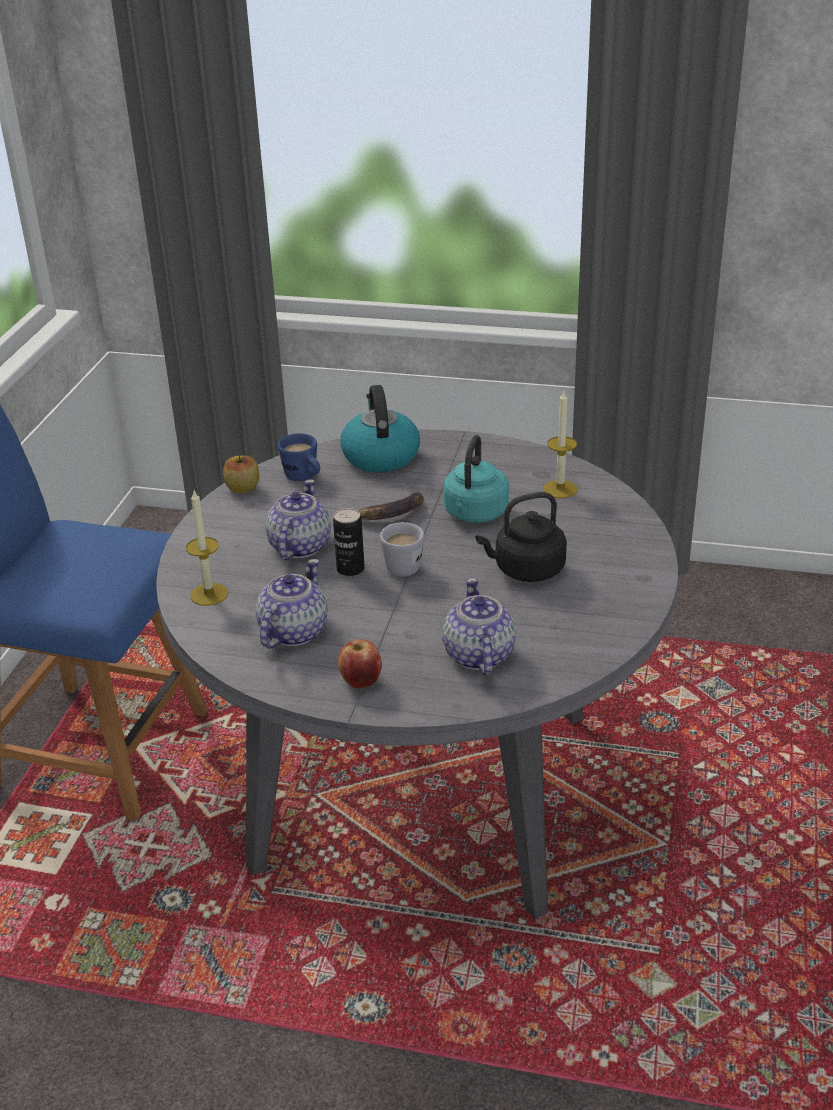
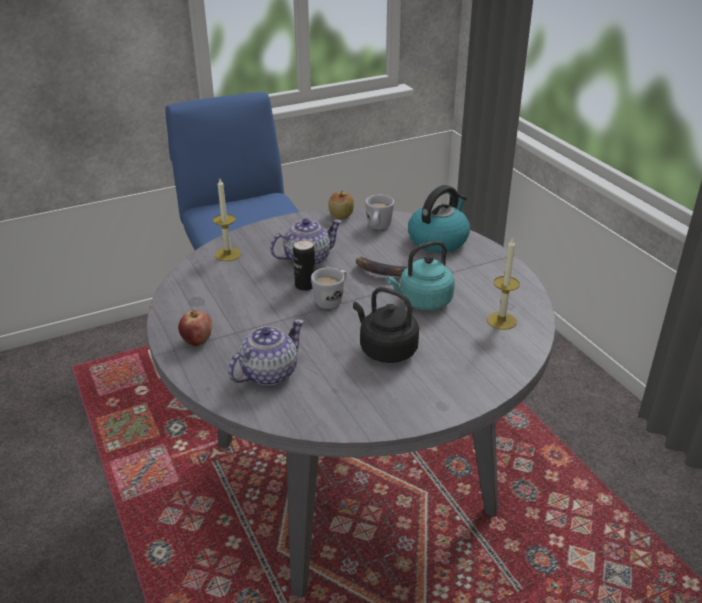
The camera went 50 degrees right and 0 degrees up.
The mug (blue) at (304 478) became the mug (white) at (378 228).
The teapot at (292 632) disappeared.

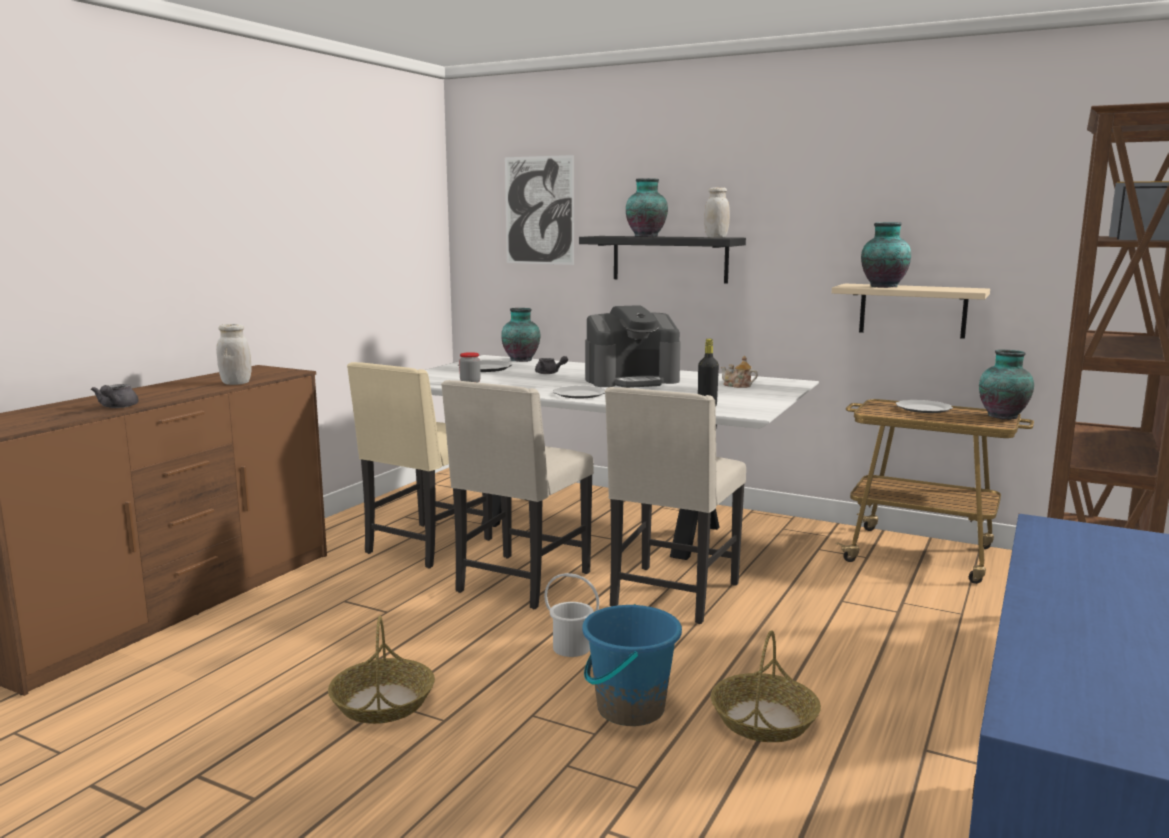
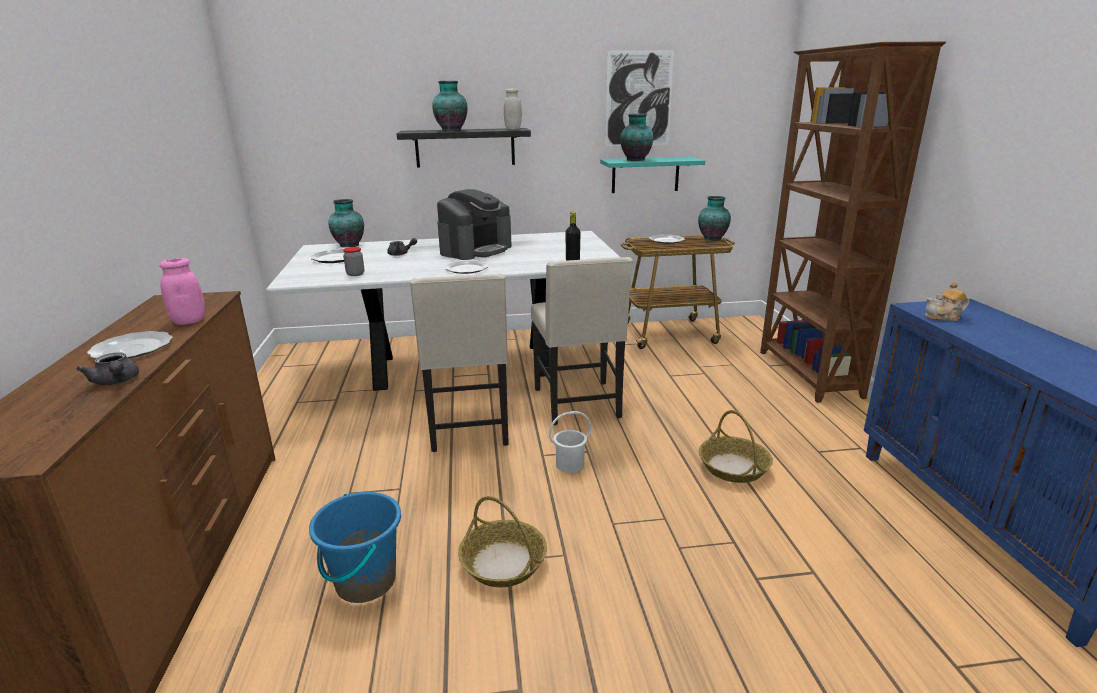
The camera went 35 degrees left and 10 degrees up.
The plate at (132 349) appeared.
The jar (white) at (236 383) became the jar (pink) at (189 321).
The bucket (blue) moved from (630 708) to (365 582).
The shelf (beige) at (912 310) became the shelf (turquoise) at (645 174).
The picture moved from (539 210) to (638 99).
The teapot moved from (737 386) to (944 317).
The chair (beige) at (426 547) disappeared.

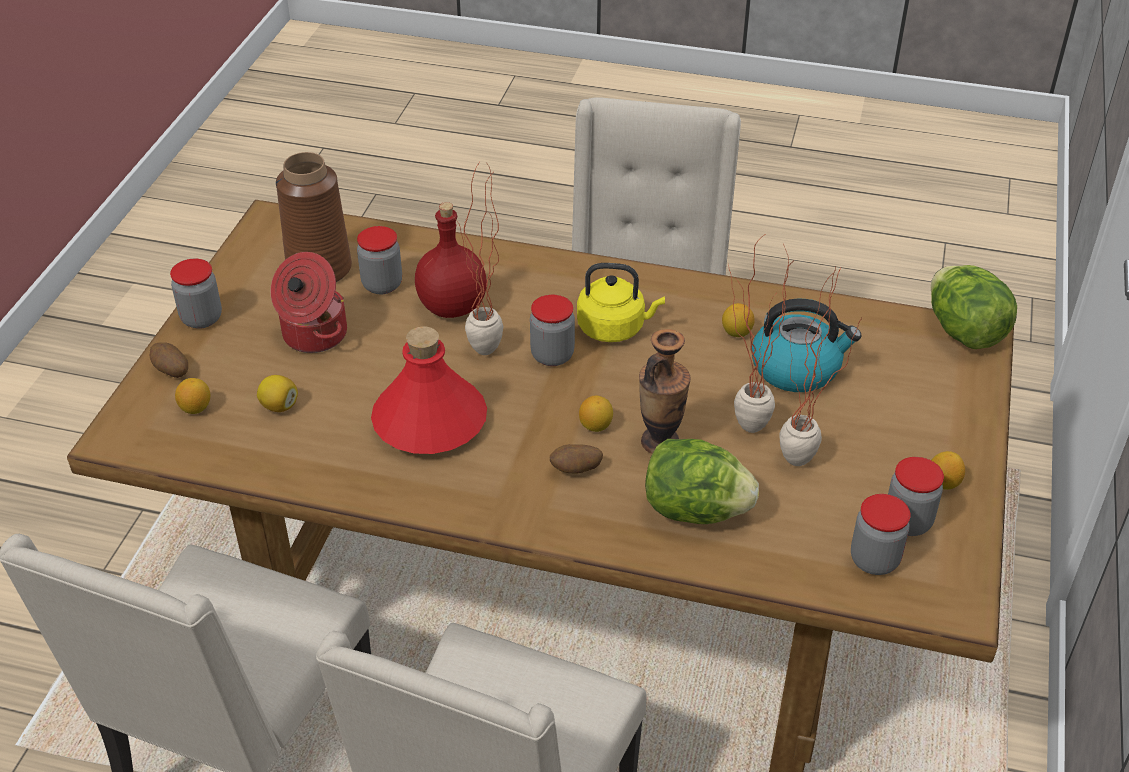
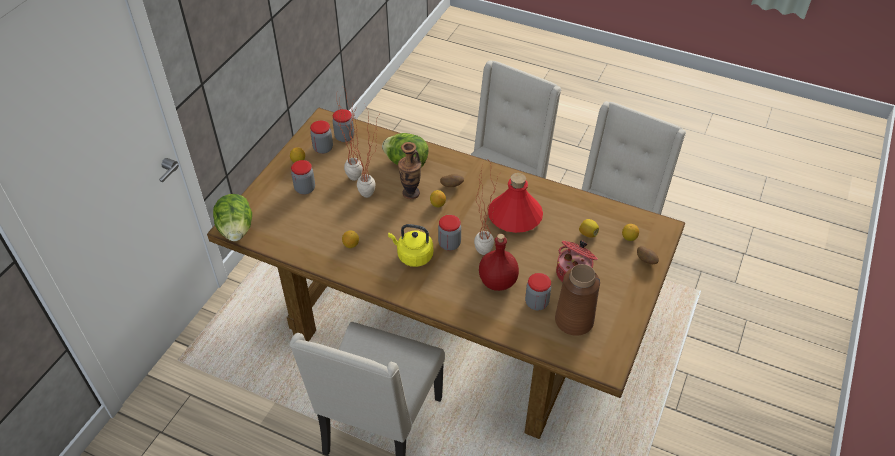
The camera went 170 degrees left and 5 degrees up.
The jar moved from (201 318) to (305 189).
The kettle at (797 368) disappeared.

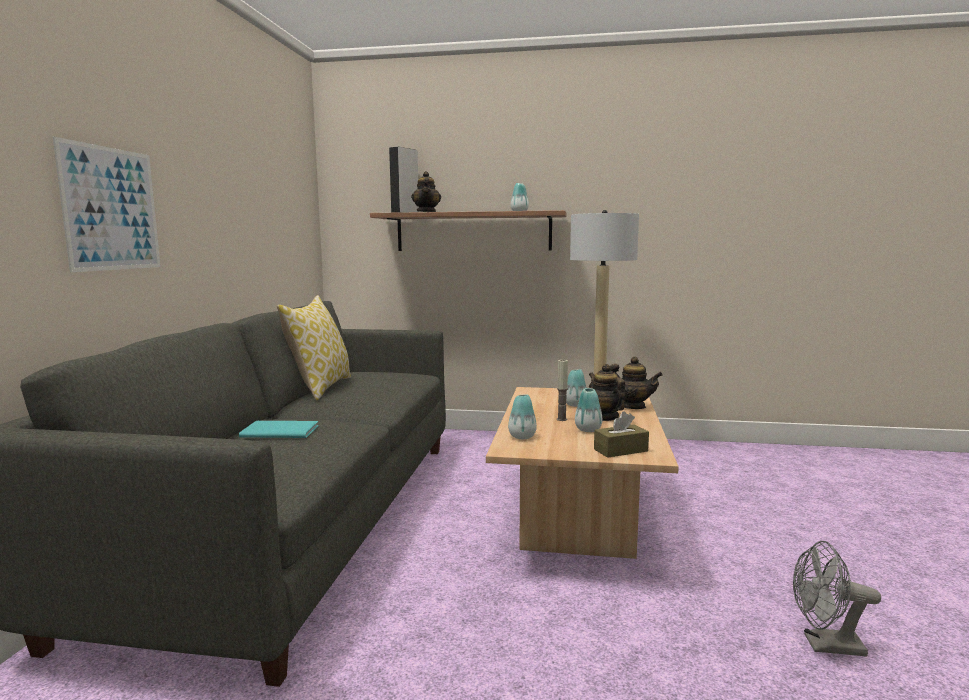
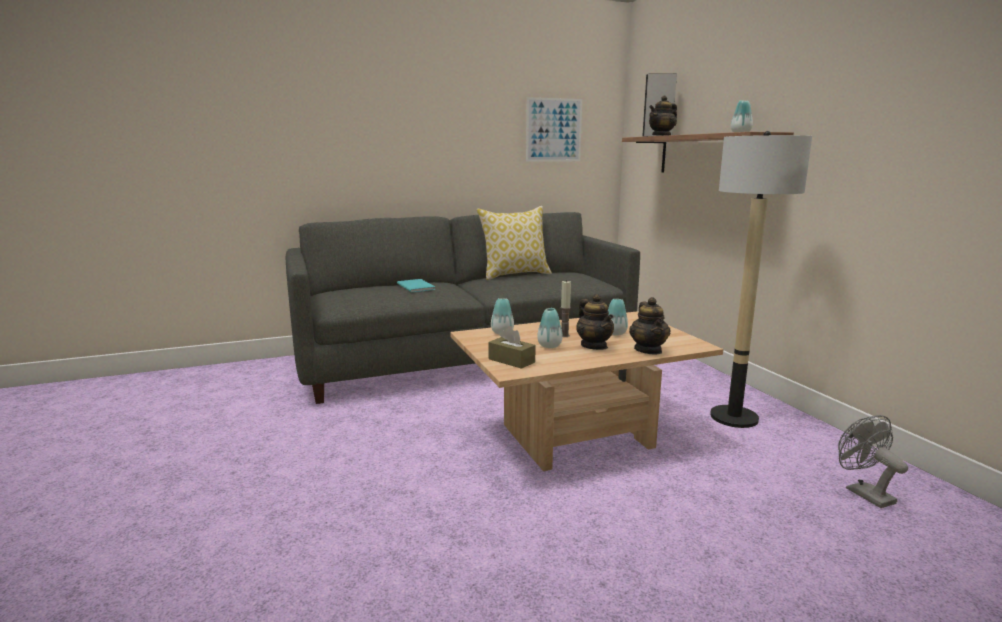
The camera went 60 degrees right and 5 degrees up.
The picture moved from (111 209) to (554 130).
The teapot at (604 417) turned 120 degrees clockwise.
The fan (grey) moved from (825 645) to (863 493).

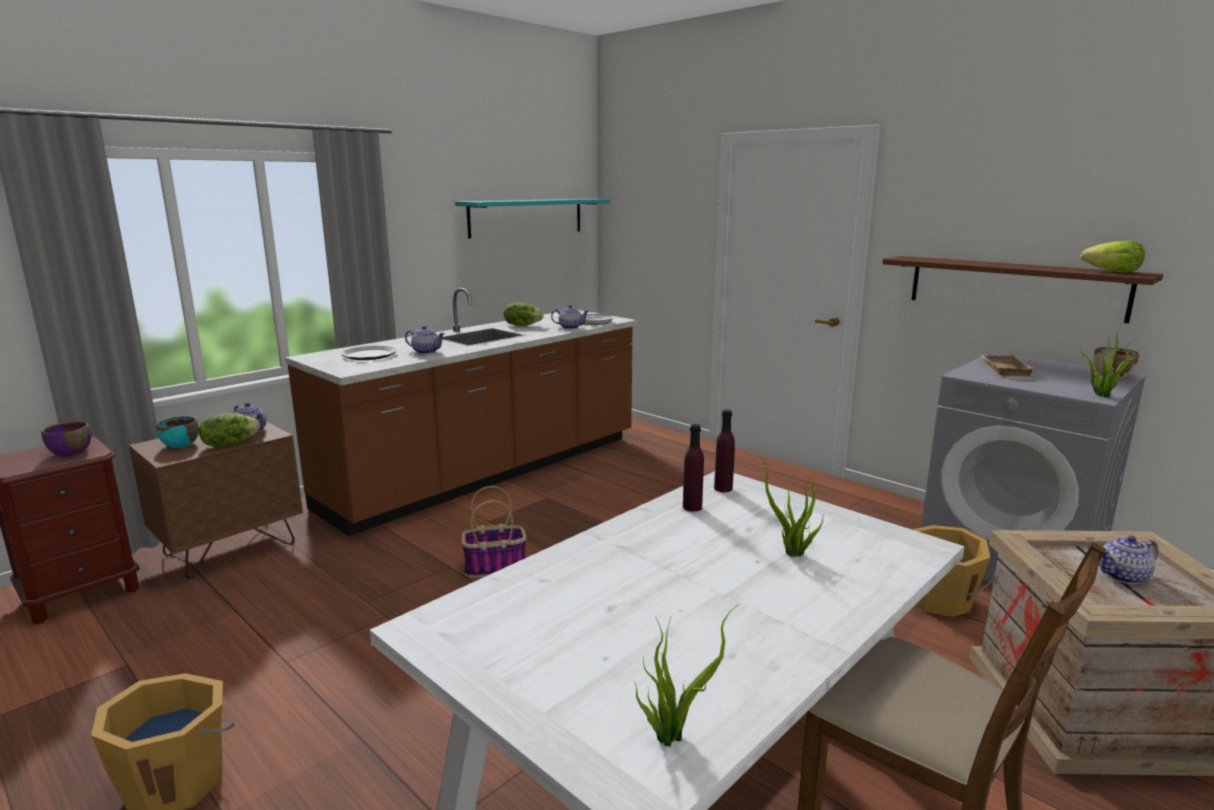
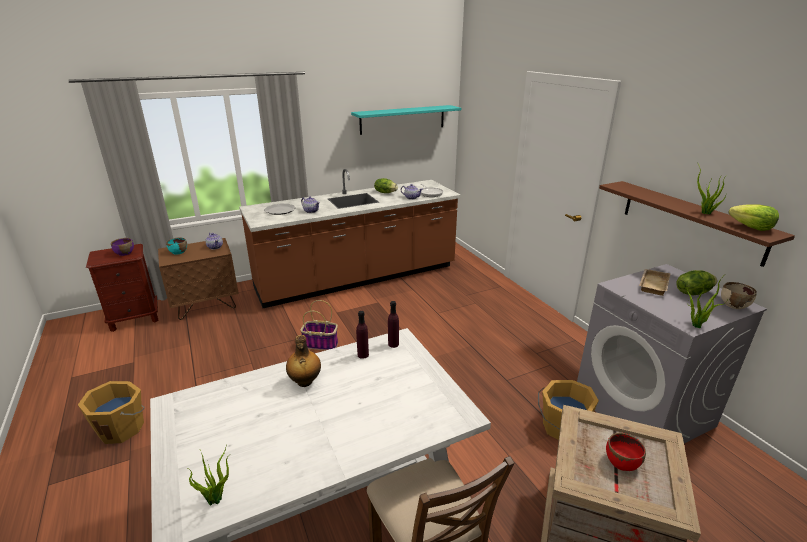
The camera went 20 degrees right and 10 degrees up.
The bottle at (305 382) appeared.
The teapot at (1124 576) was replaced by the bowl (red) at (621 463).
The lettuce moved from (229 444) to (693 292).
The potted plant moved from (792 554) to (704 213).

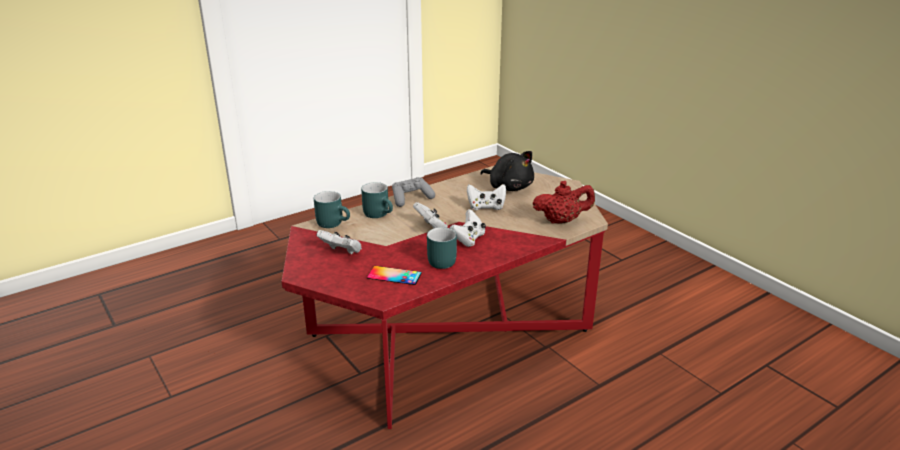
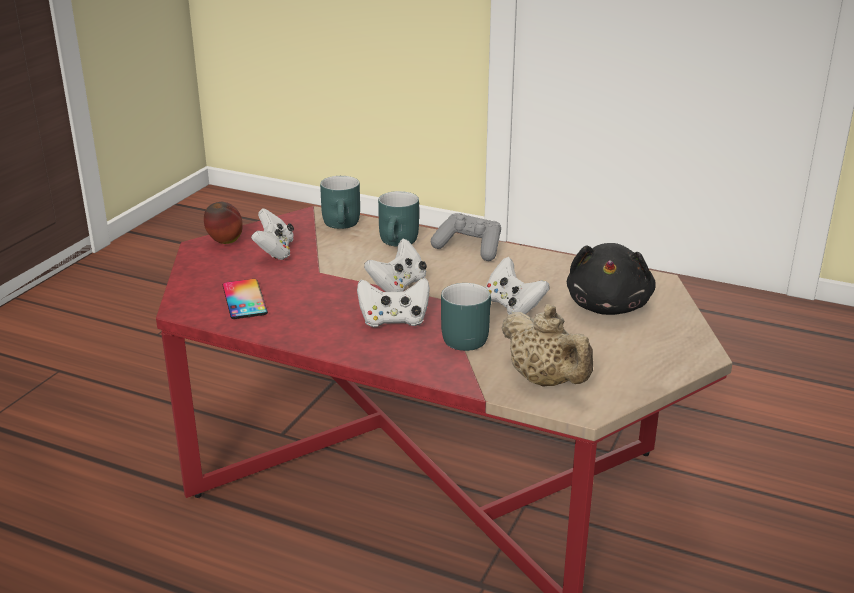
The camera went 60 degrees right and 0 degrees up.
The apple at (225 243) appeared.
The mug (turquoise) moved from (438 260) to (466 336).
The teapot (red) at (562 221) became the teapot (beige) at (545 381).

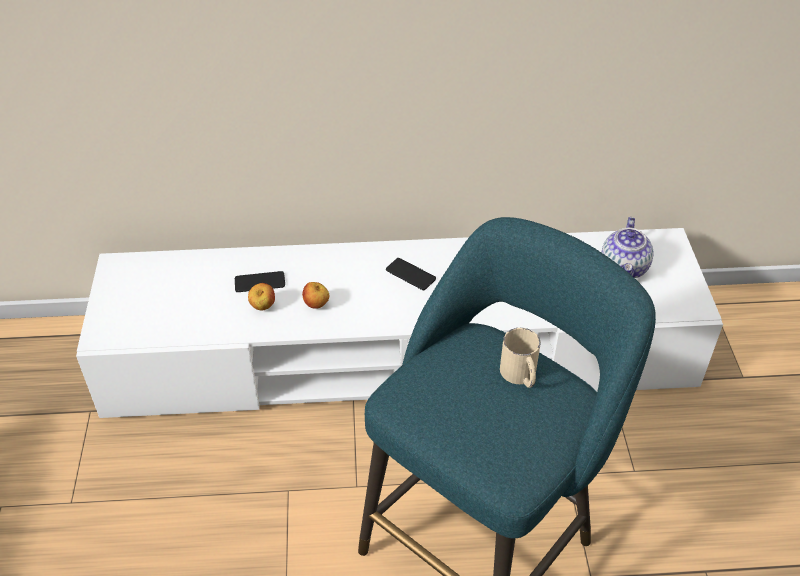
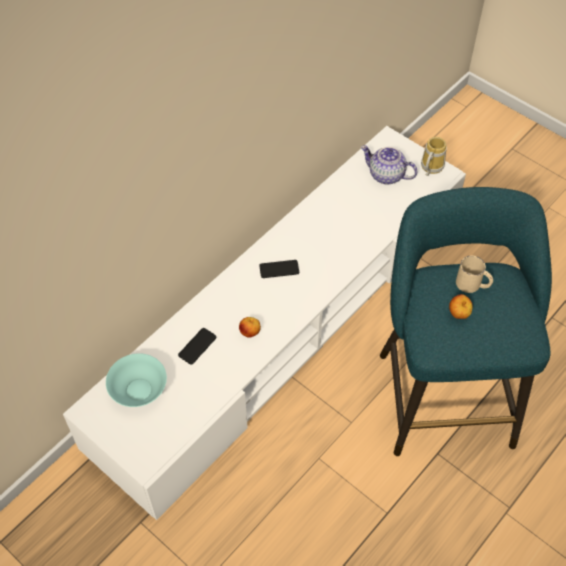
The camera went 45 degrees left and 10 degrees up.
The bowl (turquoise) at (139 390) appeared.
The teapot at (624 268) turned 150 degrees clockwise.
The mug at (429 168) appeared.
The apple moved from (263 307) to (458 314).

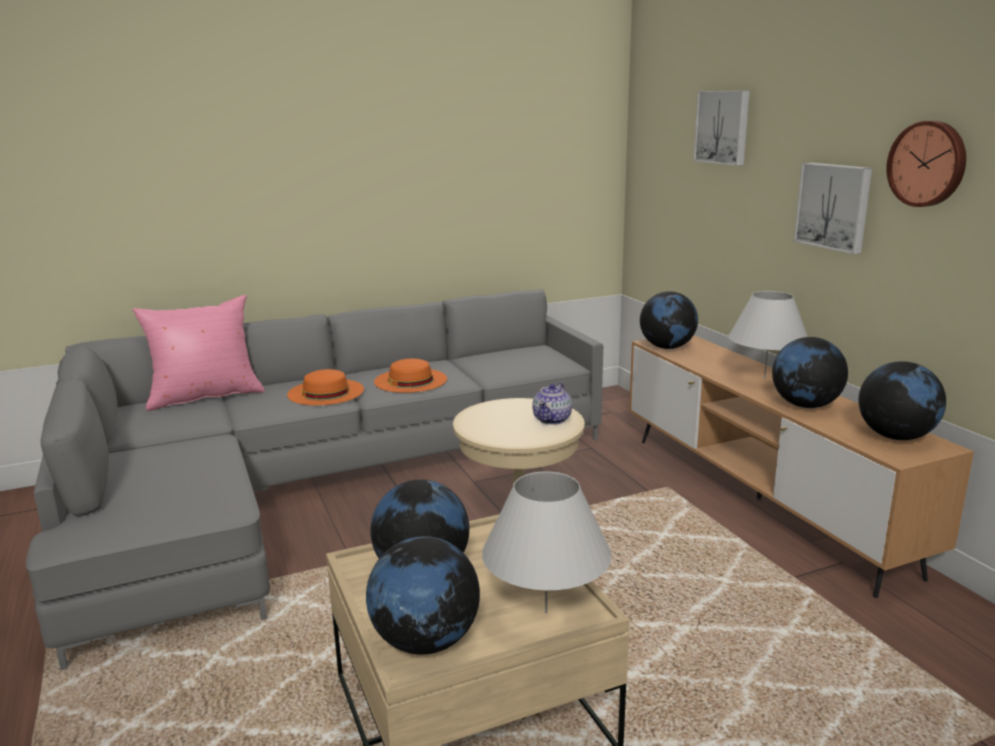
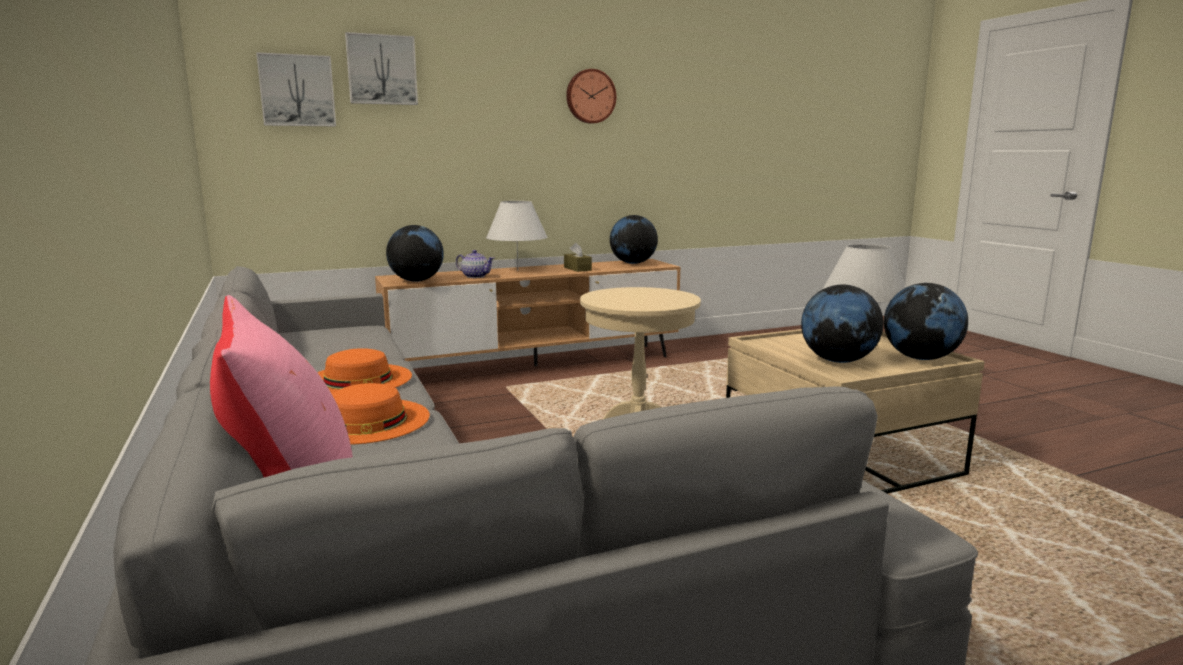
The camera went 90 degrees left and 5 degrees down.
The picture moved from (834 206) to (297 91).
The teapot moved from (552 419) to (475 276).
The globe at (805 405) was replaced by the tissue box (brown) at (577 269).

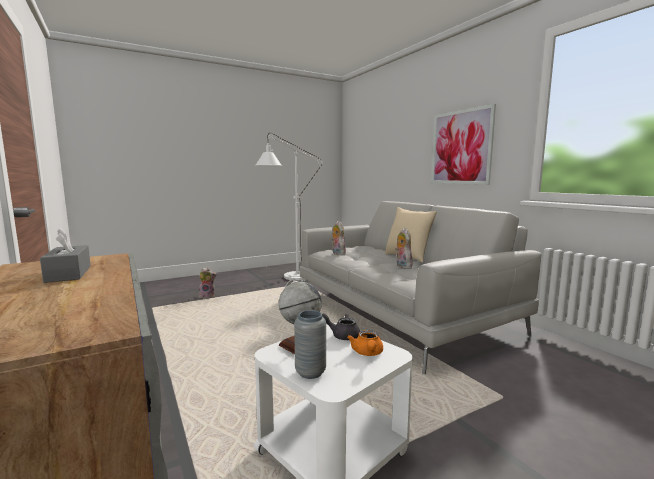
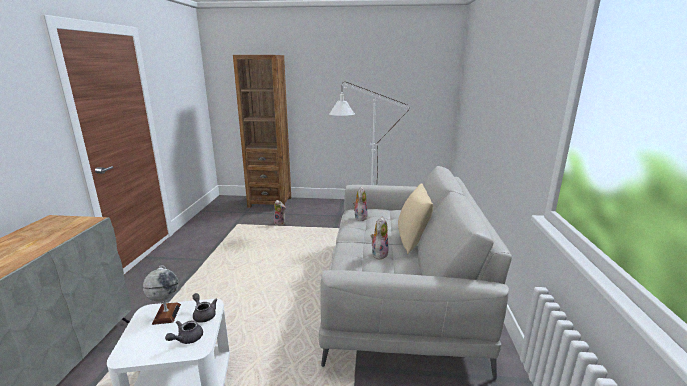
The camera went 35 degrees right and 10 degrees up.
The teapot (orange) at (367 353) became the teapot (grey) at (187 339).
The bookcase (brown) at (270 202) appeared.
The tissue box (grey) at (68 274) disappeared.
The vase (grey) at (310 372) disappeared.
The picture at (461 147) disappeared.

